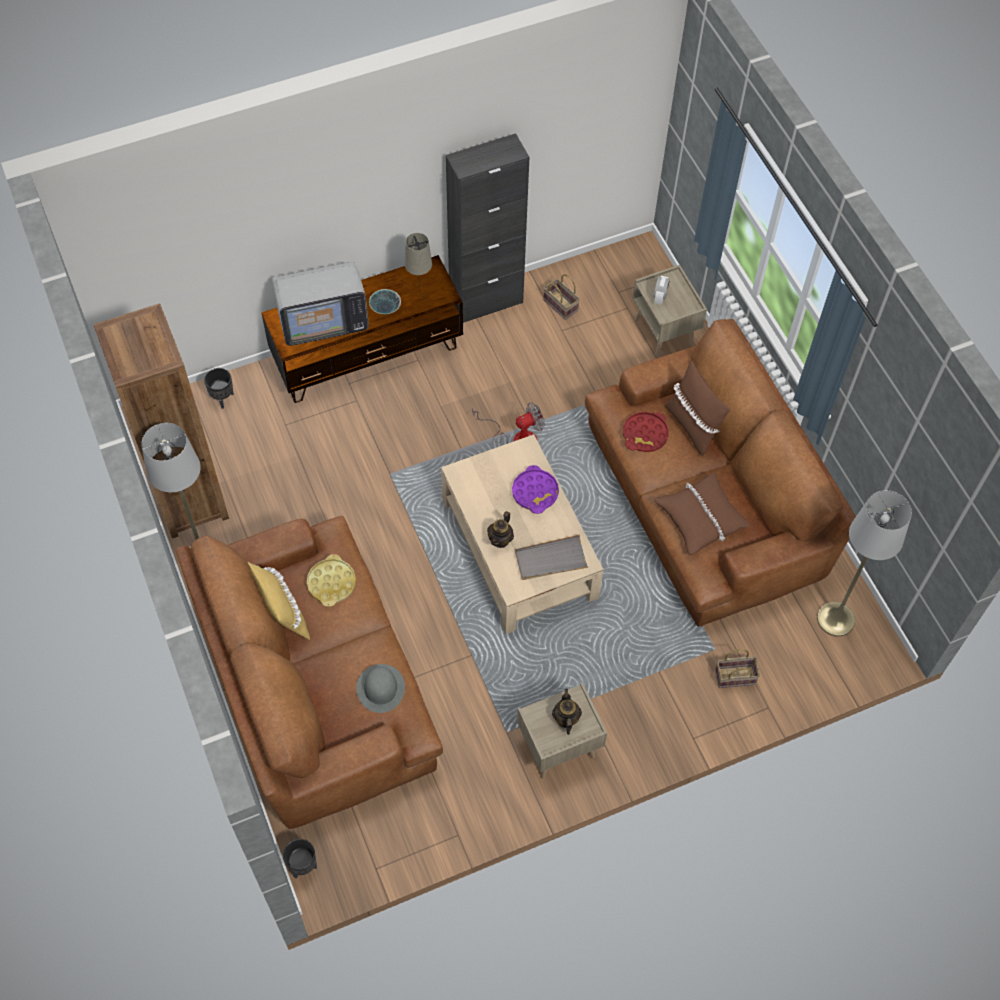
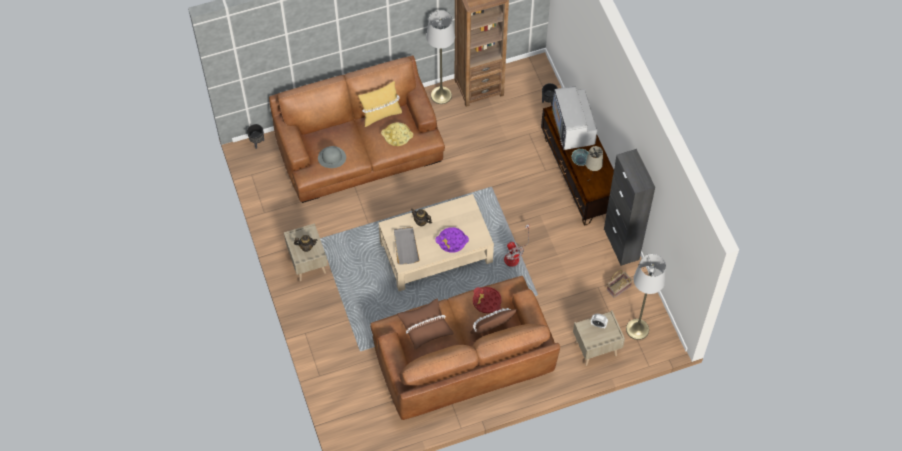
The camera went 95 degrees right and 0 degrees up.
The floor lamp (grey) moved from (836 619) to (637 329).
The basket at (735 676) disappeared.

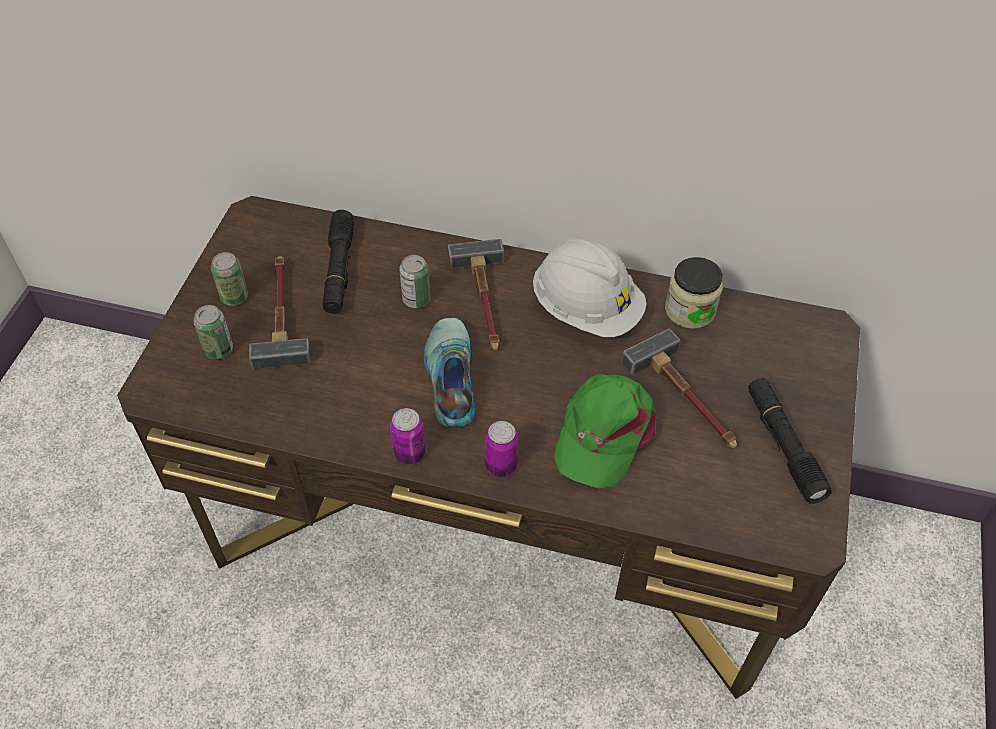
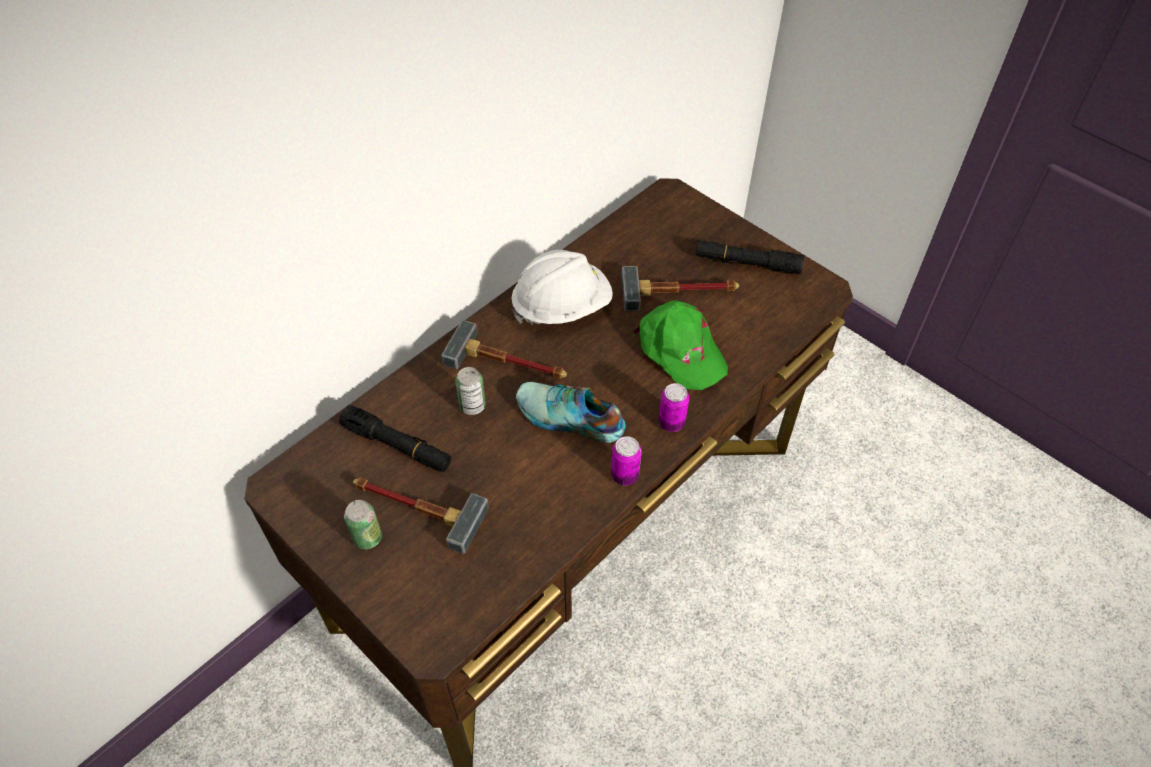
The camera went 60 degrees left and 0 degrees up.
The can at (218 349) disappeared.
The jar at (690 310) disappeared.

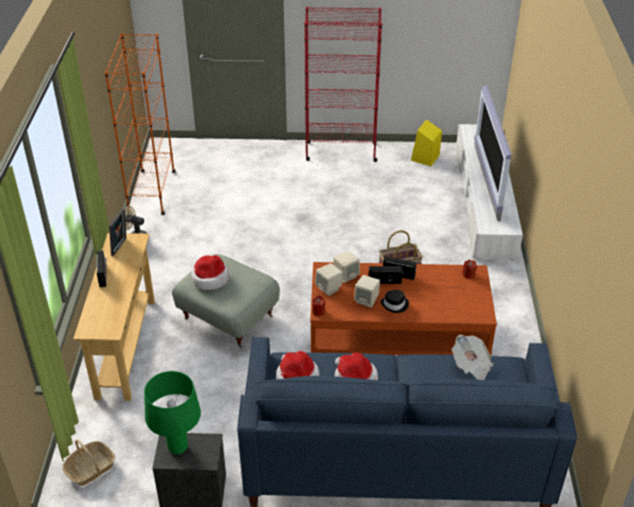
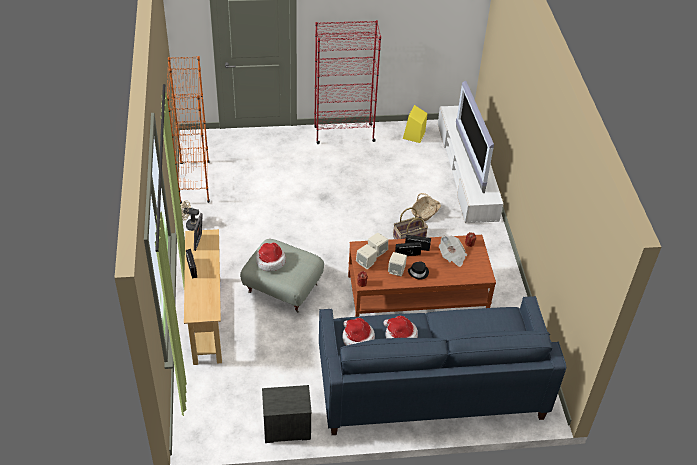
The camera went 10 degrees left and 5 degrees up.
The basket moved from (90 469) to (425 212).
The newspaper moved from (471 365) to (452 256).
The table lamp (green) at (178 448) disappeared.

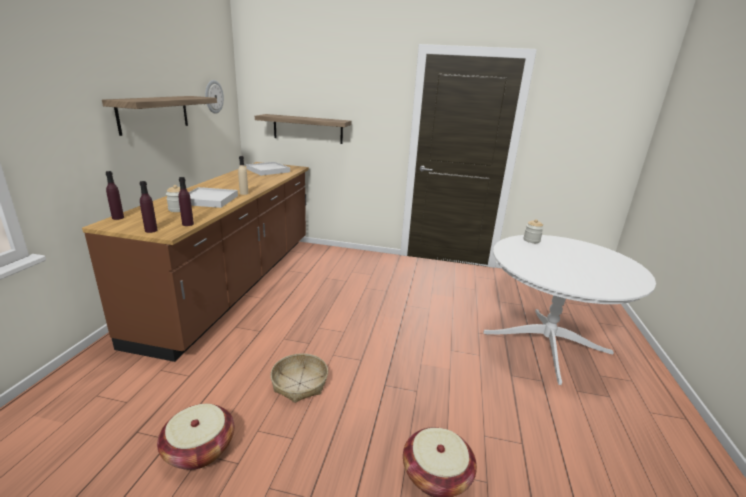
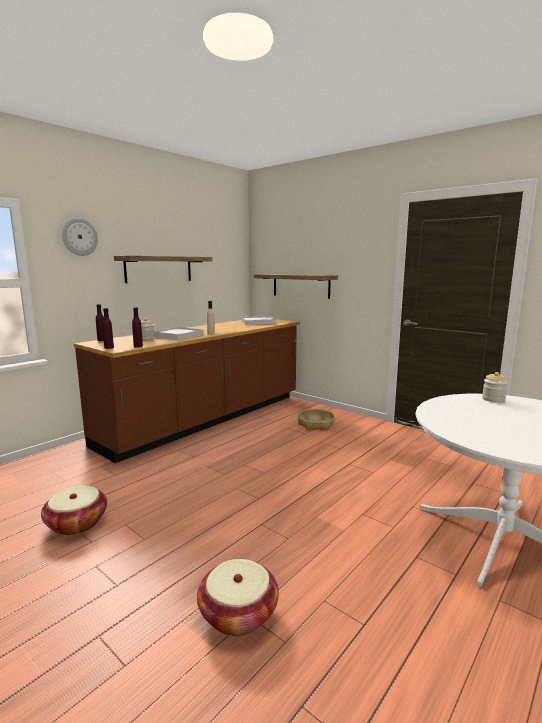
The camera went 30 degrees right and 10 degrees down.
The wall clock moved from (213 96) to (79 237).
The basket moved from (299 383) to (315 424).

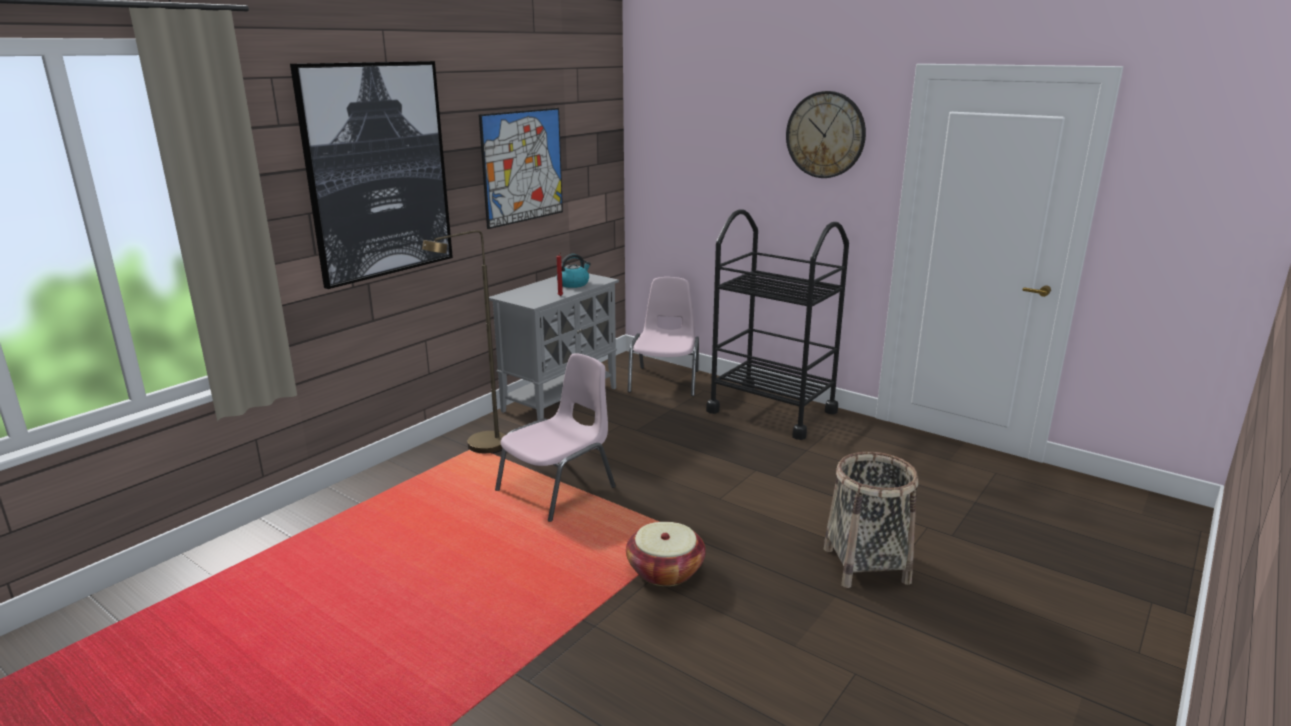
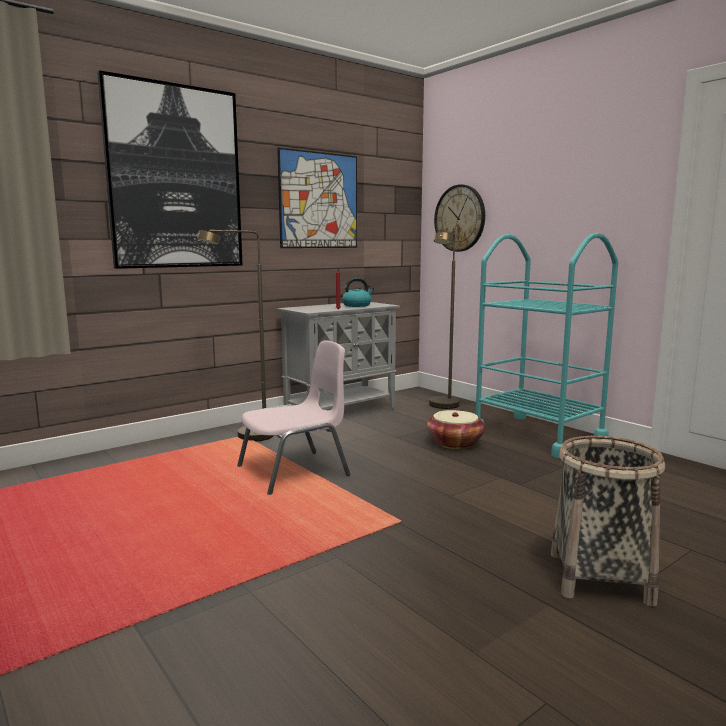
The camera went 15 degrees right and 10 degrees down.
The basket moved from (665 570) to (454 443).
The chair (pink) at (665 381) was replaced by the floor lamp (brown) at (443 407).
The wall clock moved from (825 135) to (460 218).
The cart (black) at (772 411) became the cart (turquoise) at (537 435).

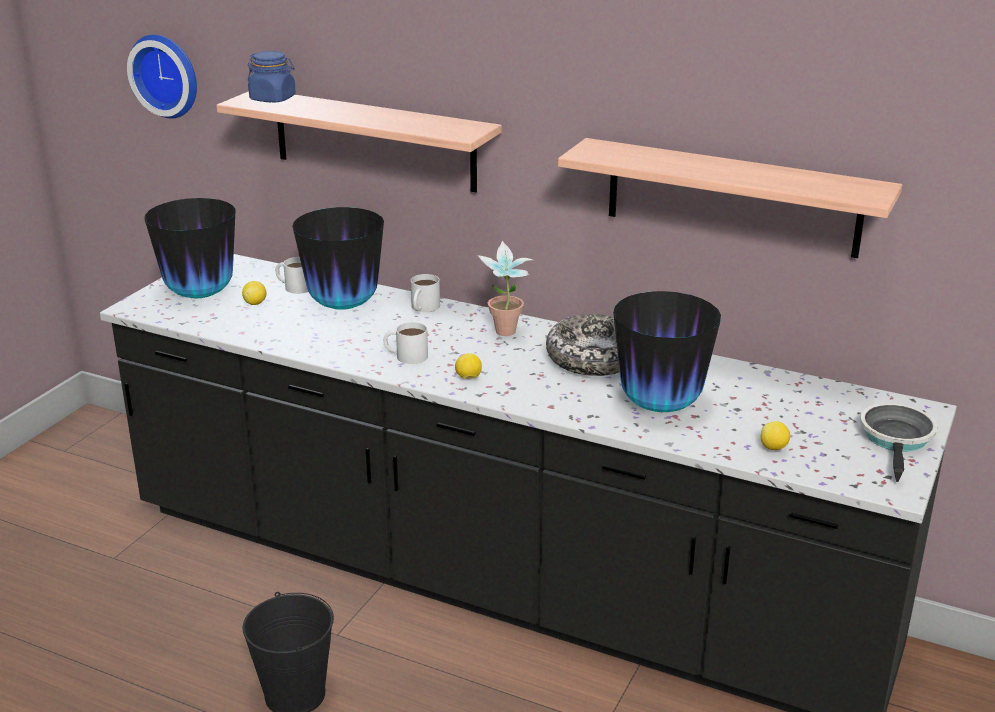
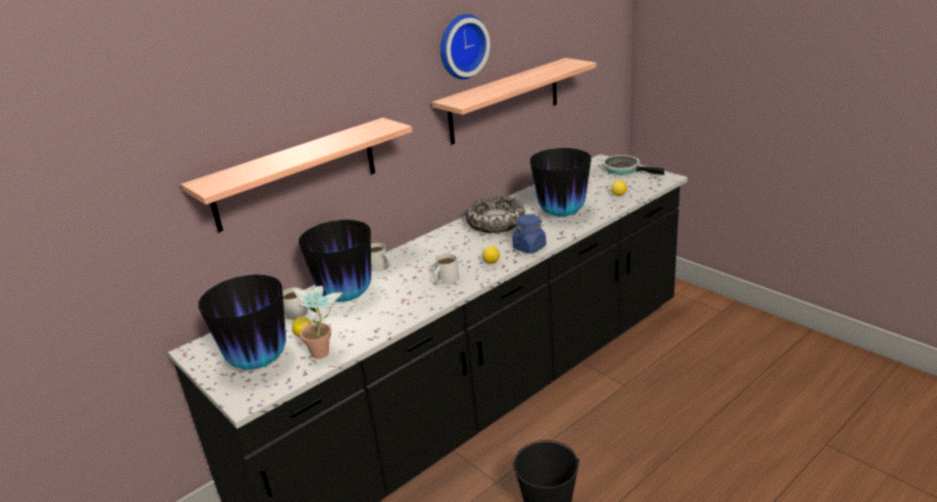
The camera went 65 degrees left and 0 degrees up.
The potted plant moved from (506 335) to (326 354).
The wall clock moved from (167 75) to (461 46).
The jar (blue) moved from (273 99) to (529 247).

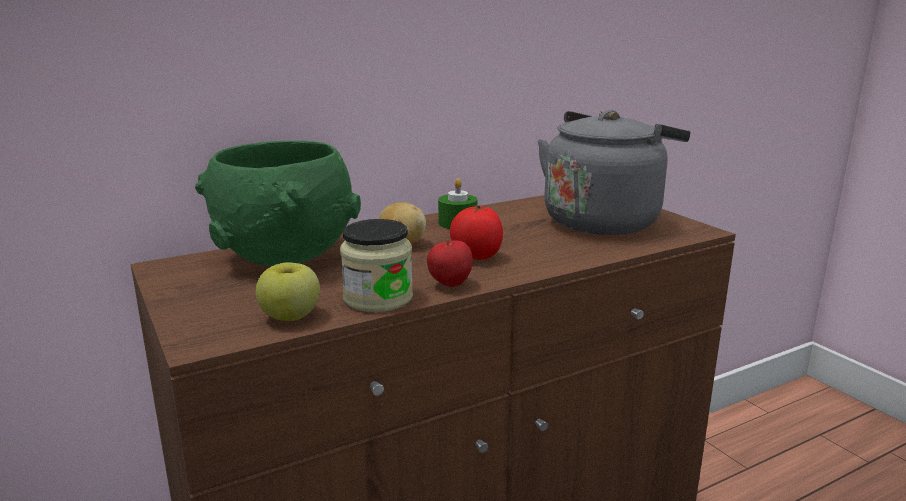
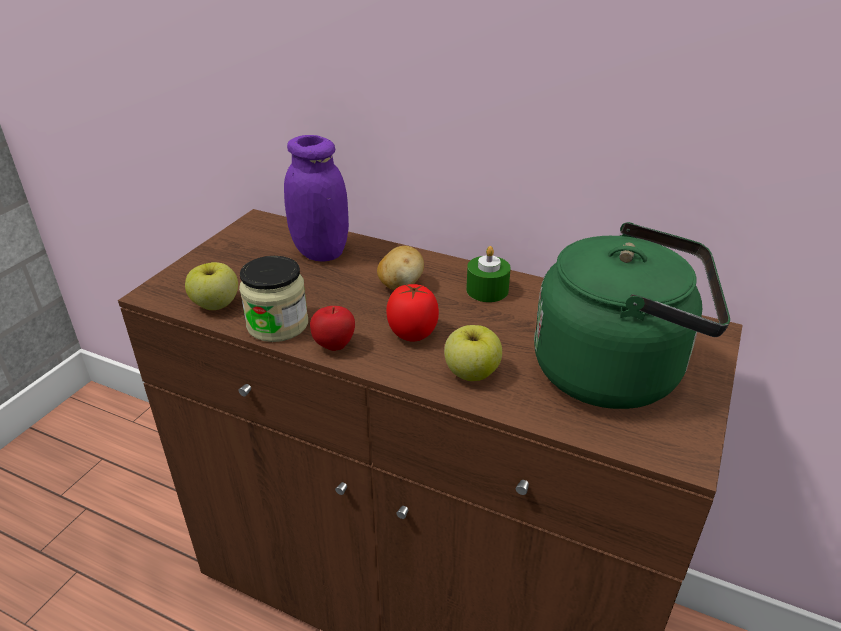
The camera went 55 degrees right and 15 degrees up.
The bowl (green) at (287 256) was replaced by the jar (purple) at (320 252).
The apple at (471 373) appeared.
The kettle (grey) at (604 221) became the kettle (green) at (616 371).

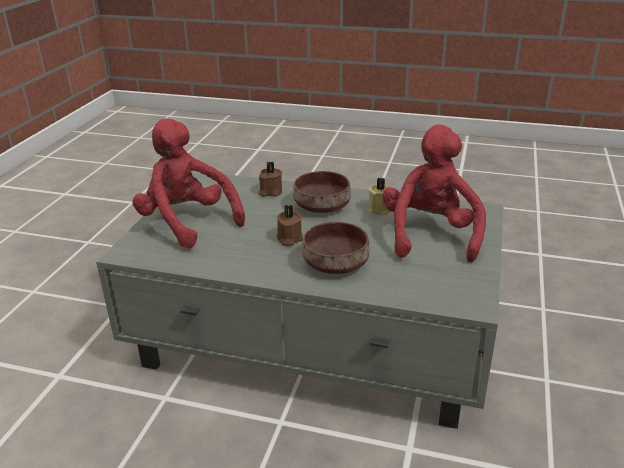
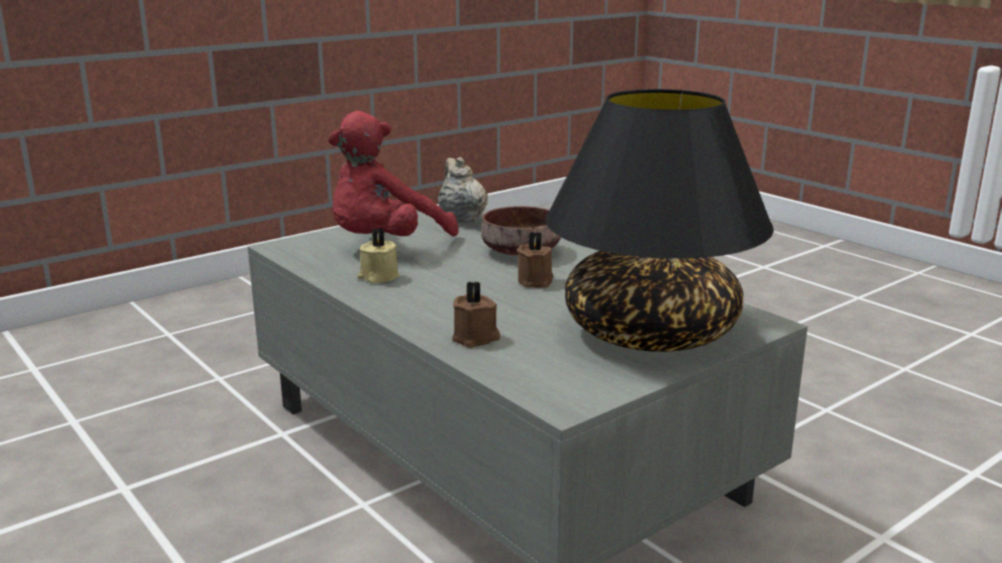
The camera went 145 degrees left and 10 degrees down.
The teapot (beige) at (462 219) appeared.
The plush toy (red) at (187 223) was replaced by the table lamp (black) at (649 333).
The bowl (brown) at (322 207) disappeared.

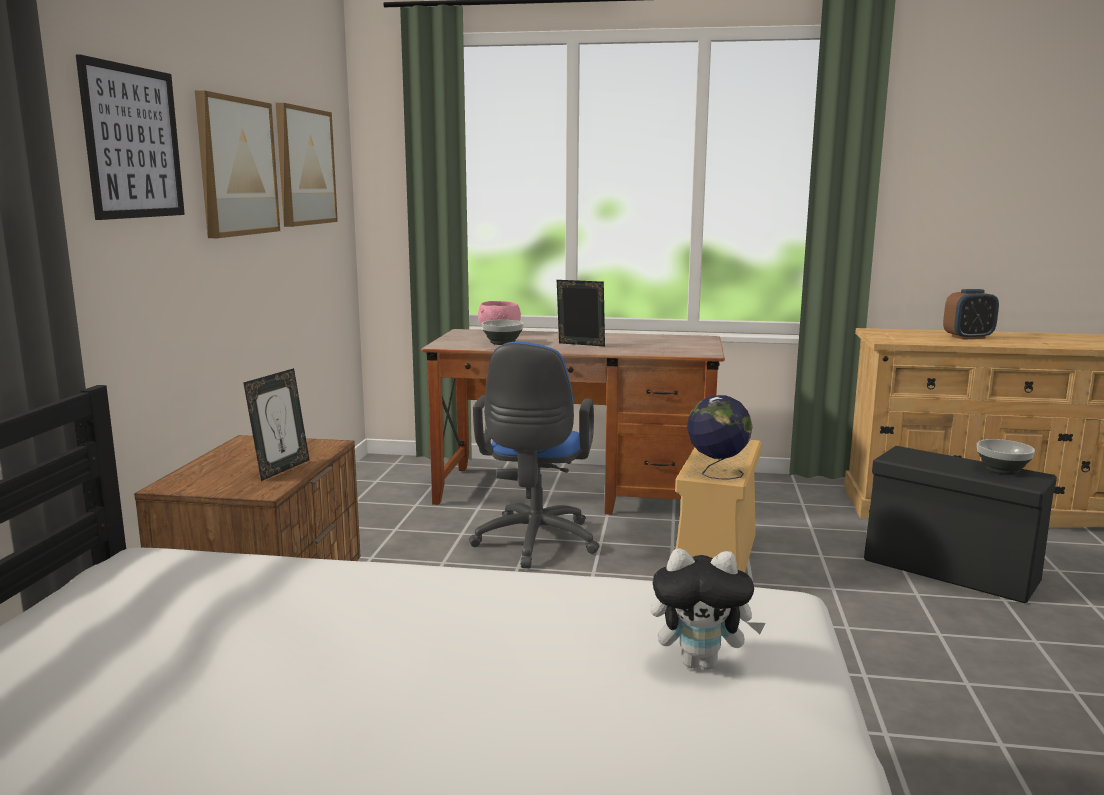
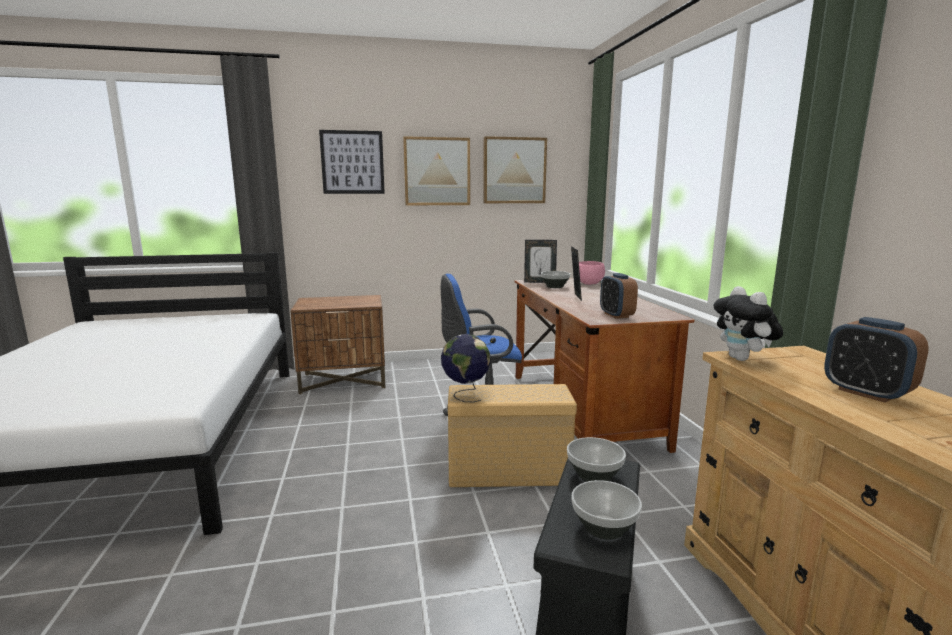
The camera went 70 degrees right and 0 degrees up.
The picture frame moved from (281 469) to (539 282).
The bowl at (594 475) appeared.
The alarm clock at (616 315) appeared.
The plush toy moved from (701 663) to (743 359).

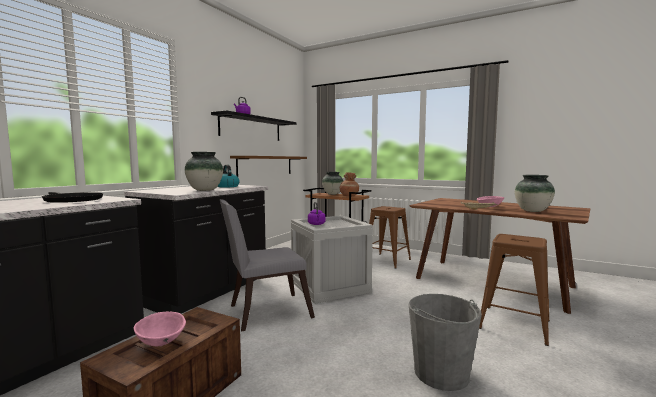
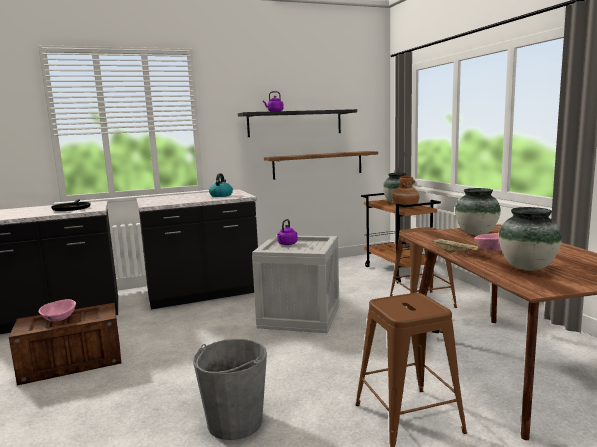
The camera went 40 degrees right and 5 degrees up.
The vase moved from (204 190) to (476 233).
The chair (grey) at (264 312) disappeared.

